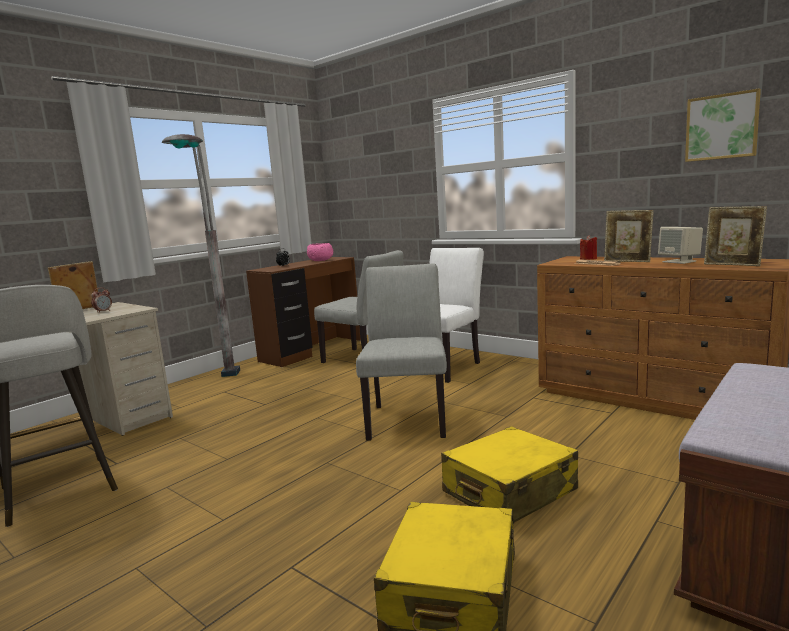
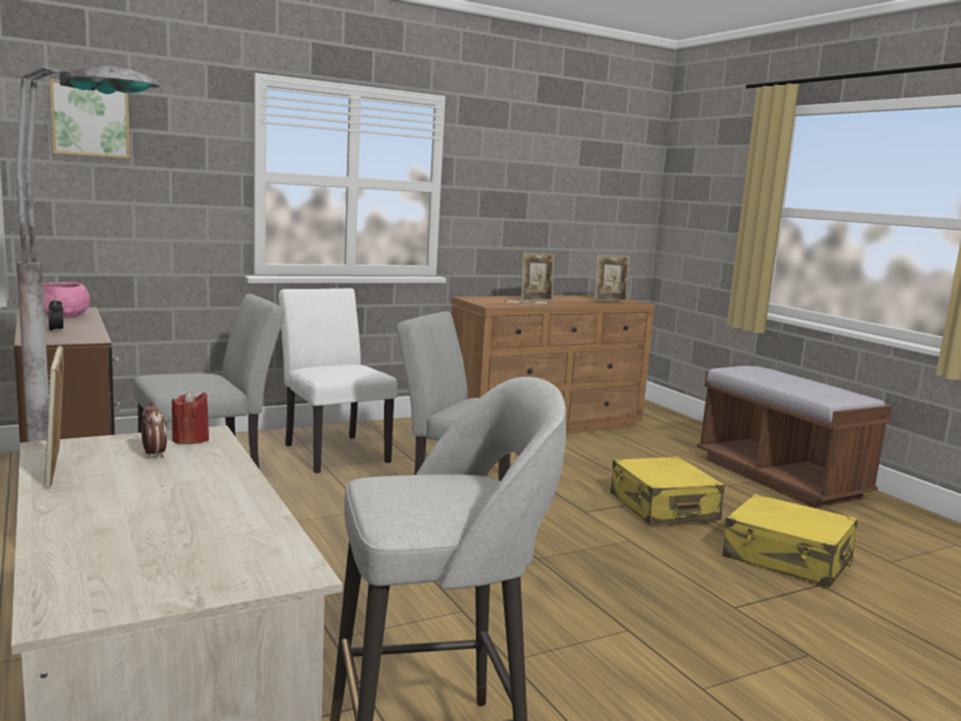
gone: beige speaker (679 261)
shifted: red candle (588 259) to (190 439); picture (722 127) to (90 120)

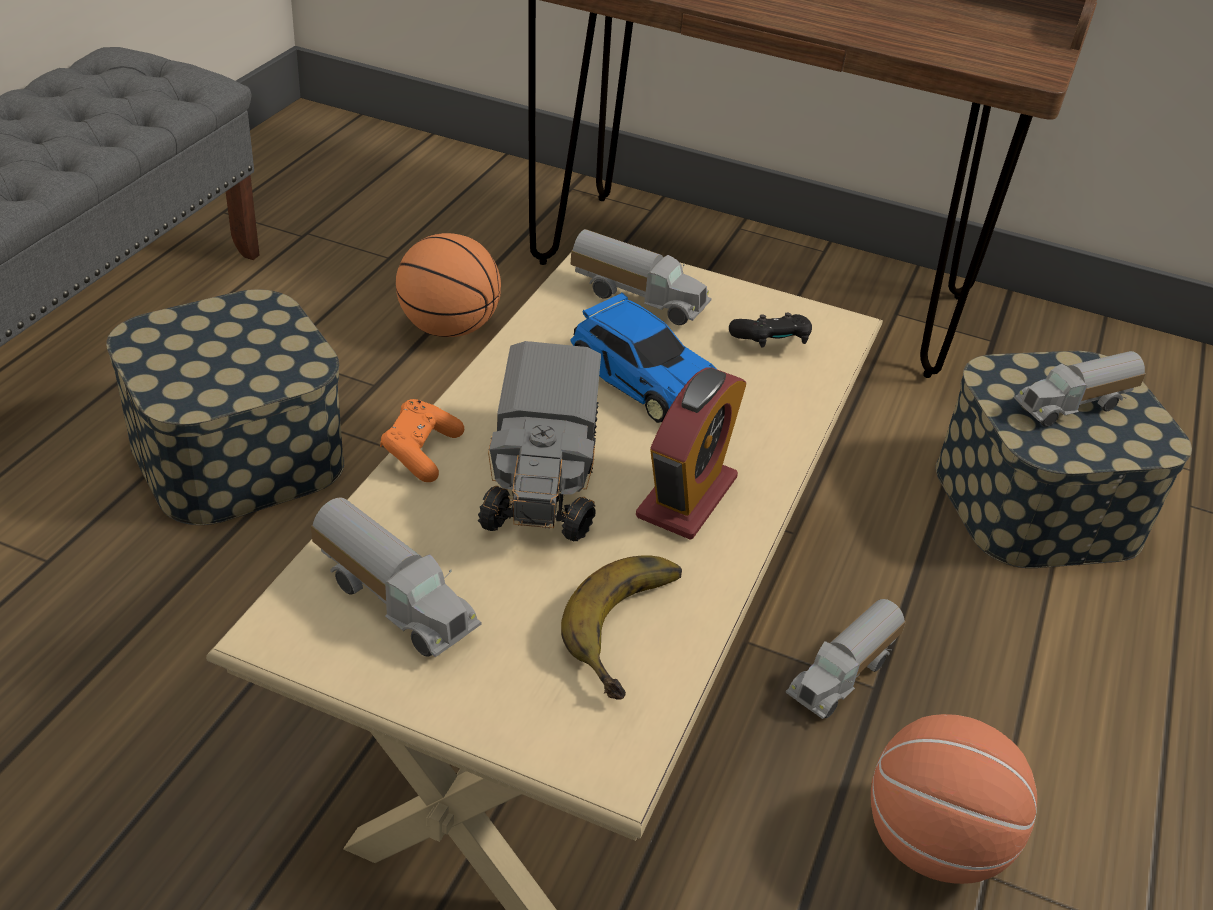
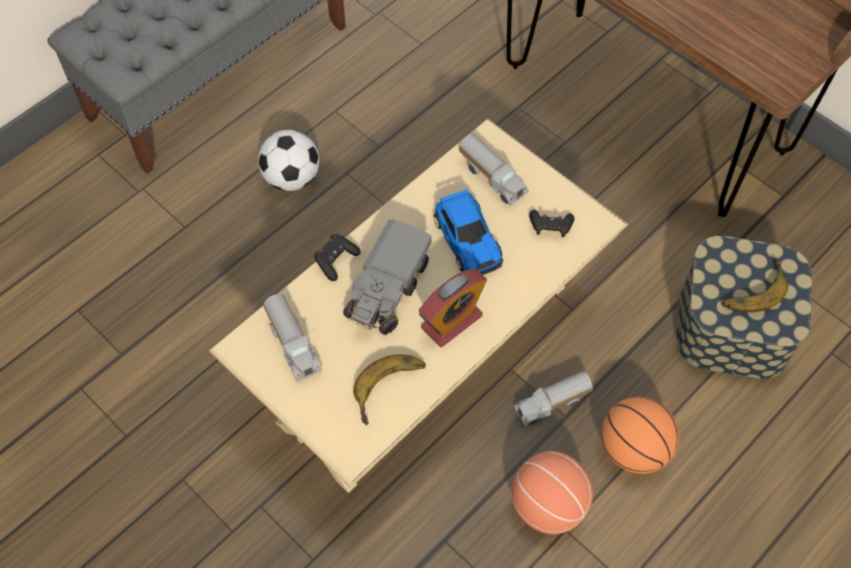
shifted: basketball (448 328) to (633 449)
swapped: storage box (237 451) to football (292 178); toy truck (1073 407) to banana (751 288)
repainted: orange game controller (421 452) to black game controller (336 260)

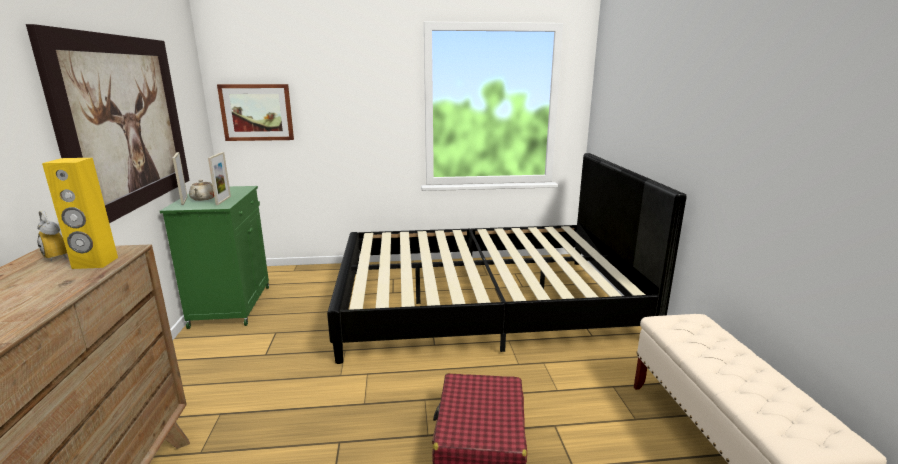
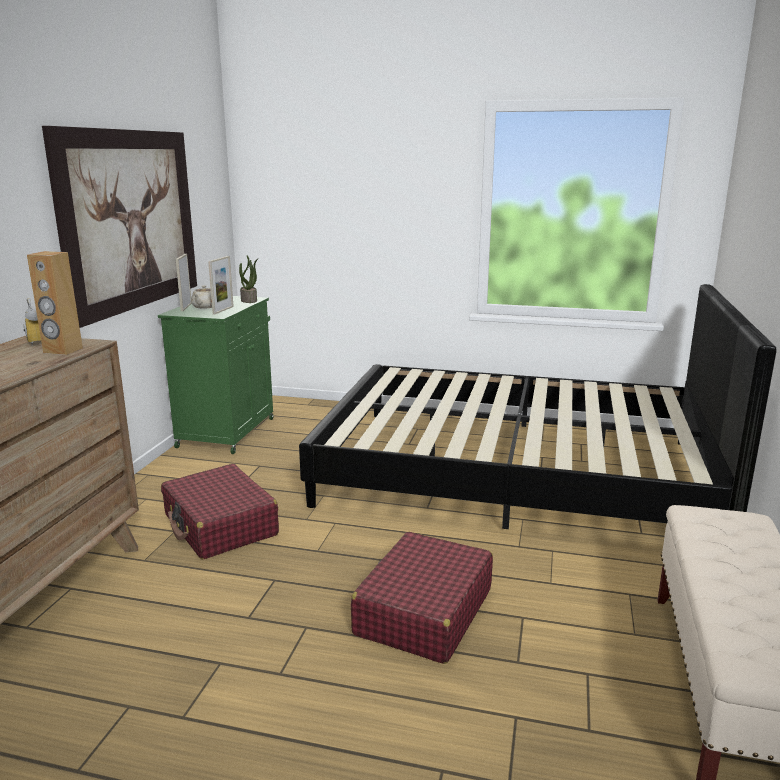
gone: picture (257 112)
new: red suitcase (220 525); potted plant (249 300)
repainted: yellow speaker (95 263) to brown speaker (62 350)

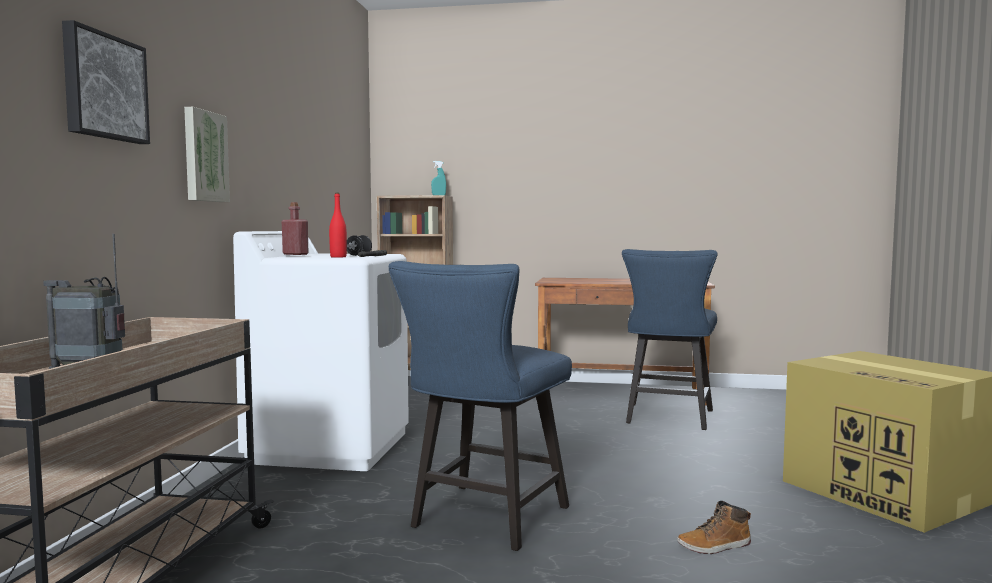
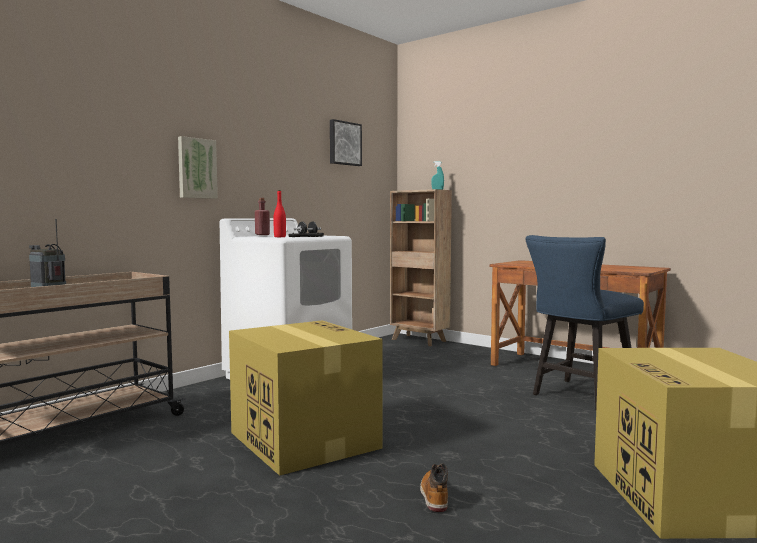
shifted: picture (103 87) to (344 143)
swapped: blue chair (484 520) to cardboard box (302 439)
rotated: boot (714 546) = (434 496) 75 degrees clockwise

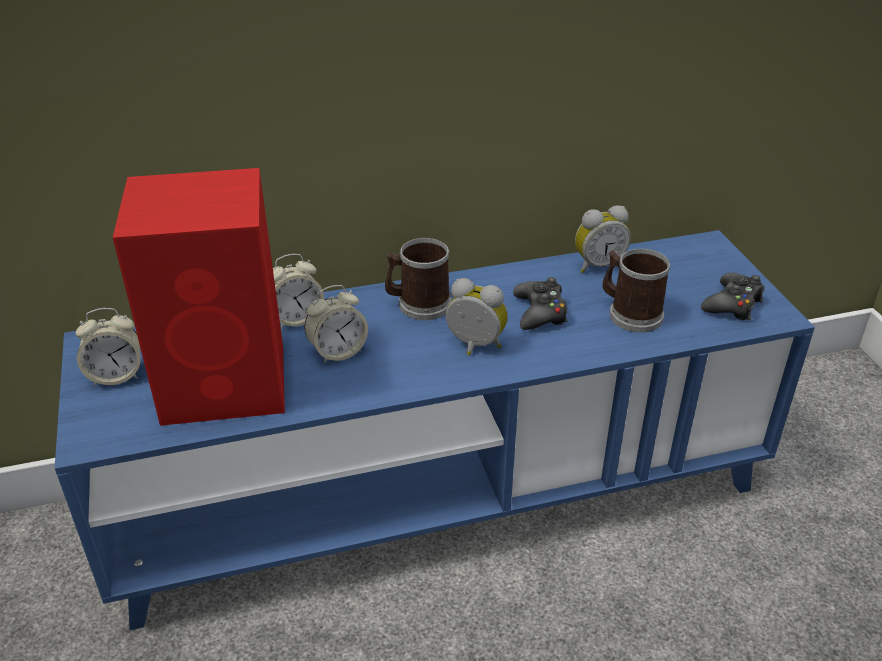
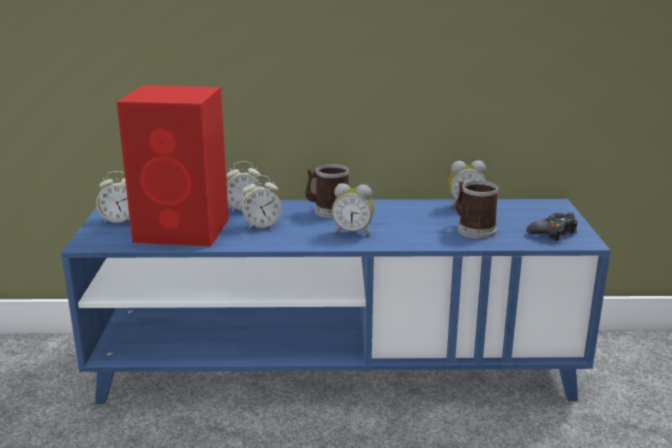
gone: black game controller (540 313)
rotated: alarm clock (474 347) = (353 232) 150 degrees clockwise

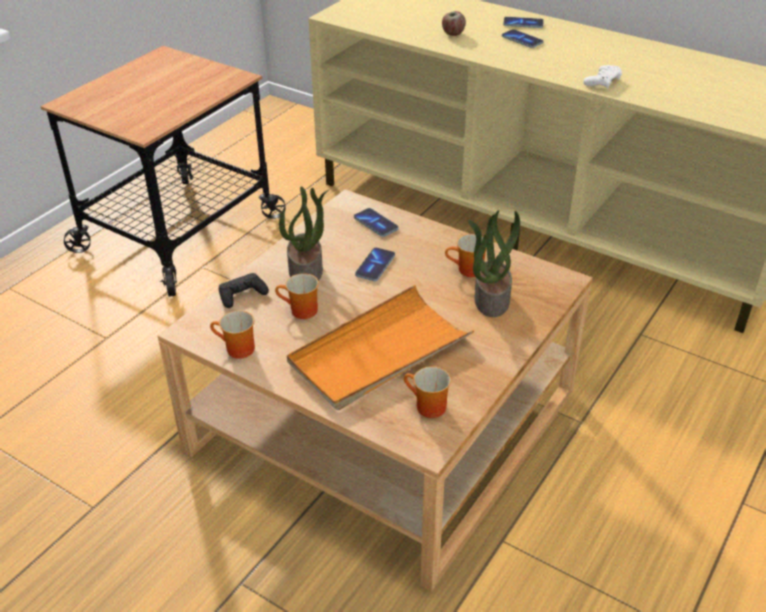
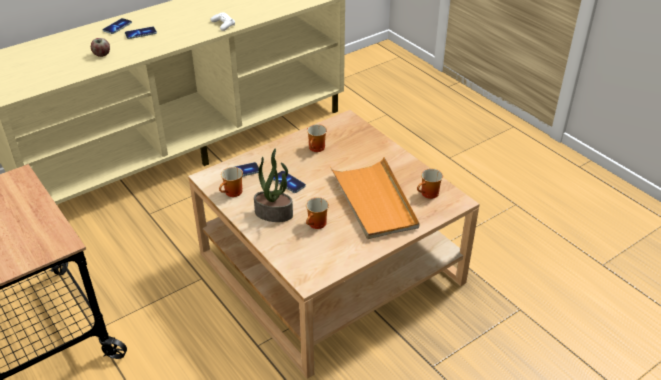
gone: black game controller (242 295); potted plant (491 298)
shifted: mug (236 350) to (233 193)

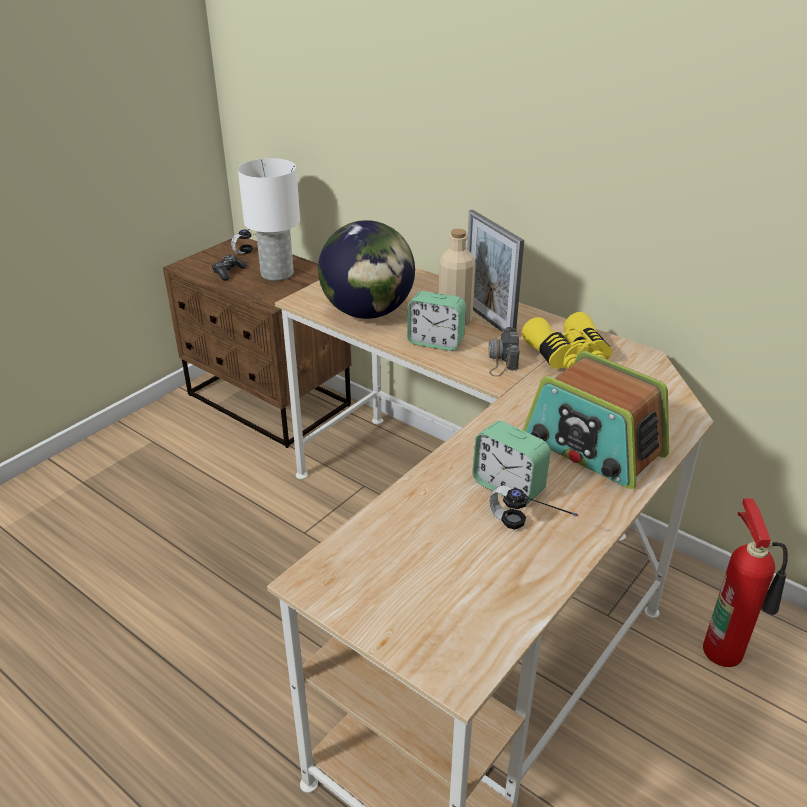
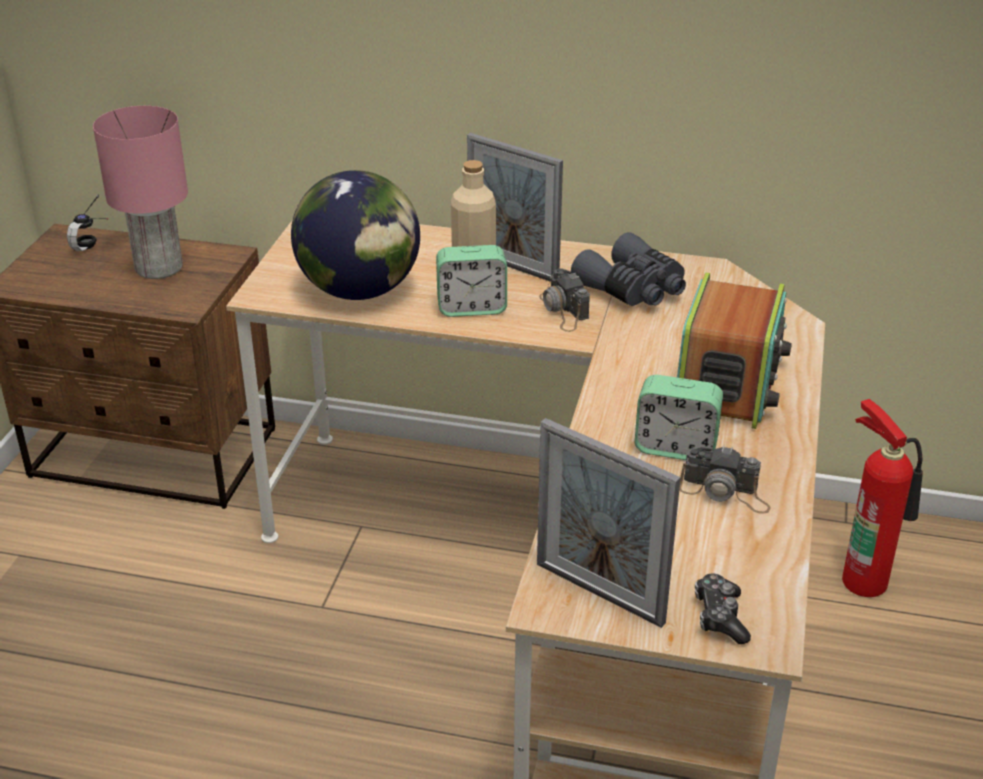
new: picture frame (599 593)
shifted: game controller (228 272) to (720 617)
swapped: headphones (521 535) to photo camera (725 492)
repainted: white table lamp (277 273) to pink table lamp (159 267); yellow binoculars (568 357) to grey binoculars (633 289)
rotated: radio (592 447) = (729 382) 90 degrees counterclockwise

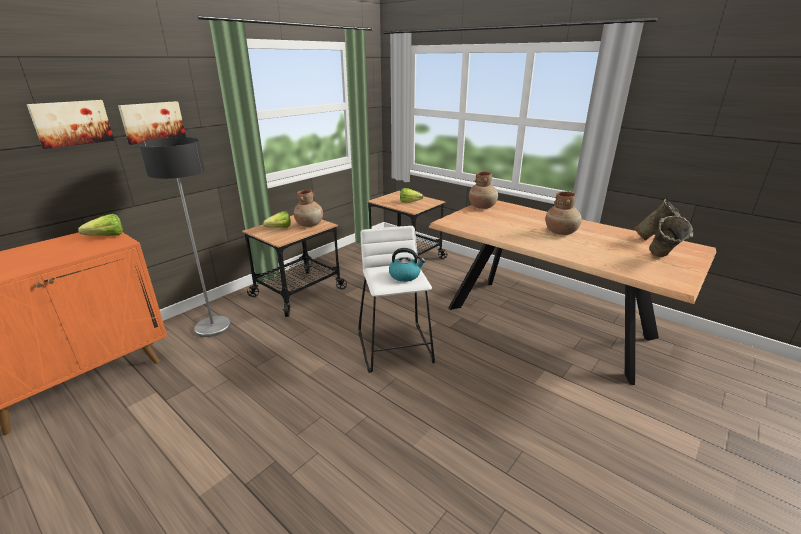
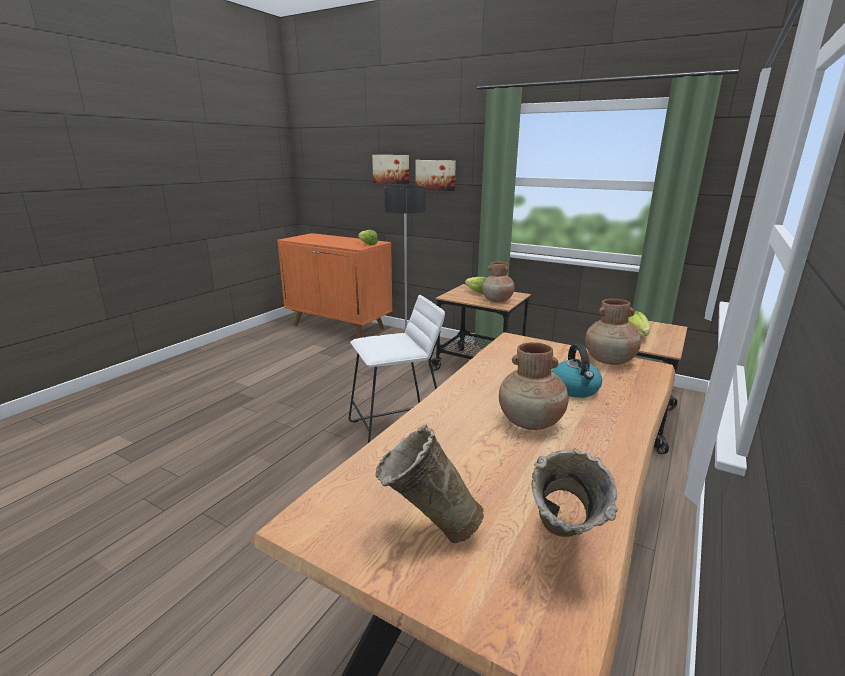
shifted: kettle (405 275) to (575 389)

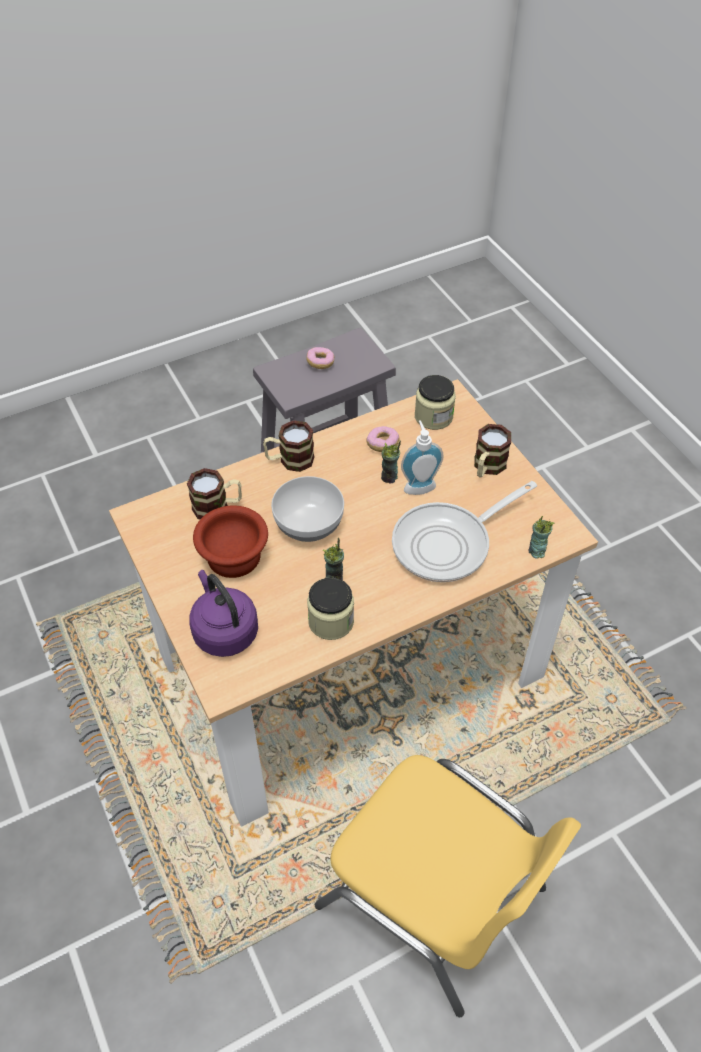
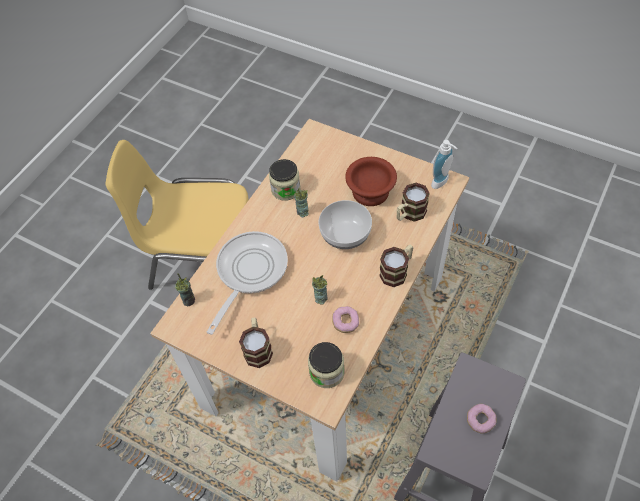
gone: purple kettle (224 631)
shifted: soap dispenser (418 485) to (442 182)

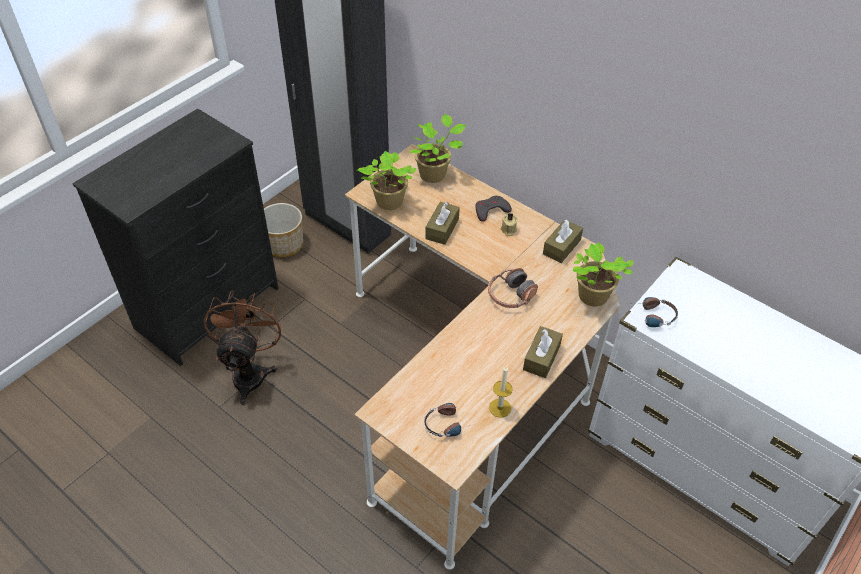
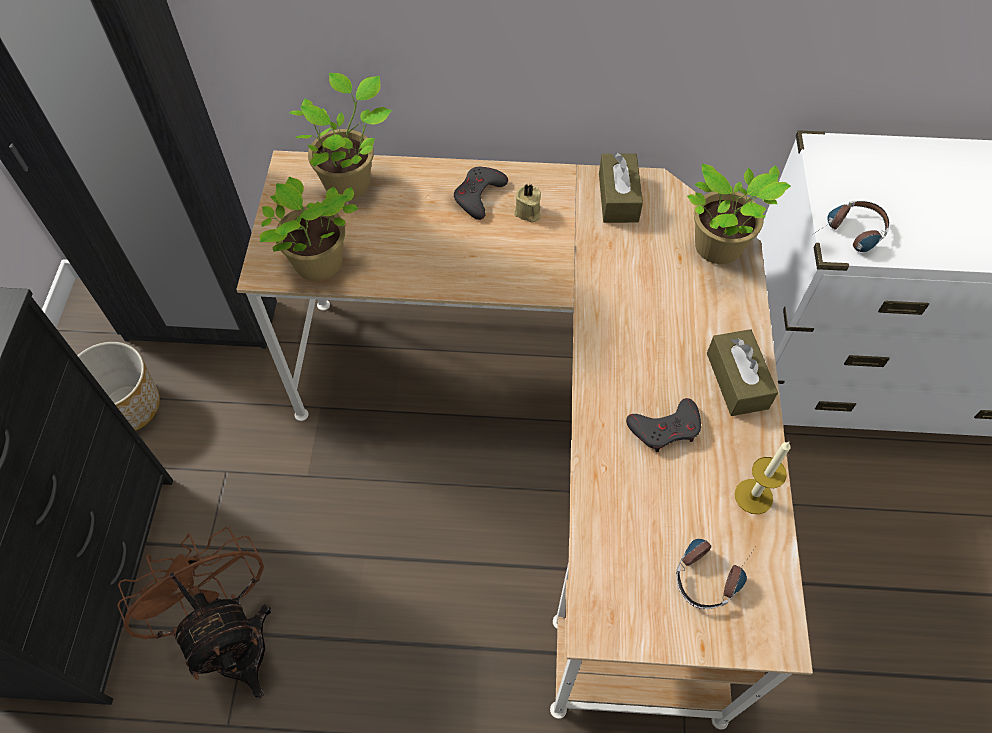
gone: brown tissue box (442 229); headphones (510 295)
new: grey game controller (665 428)

